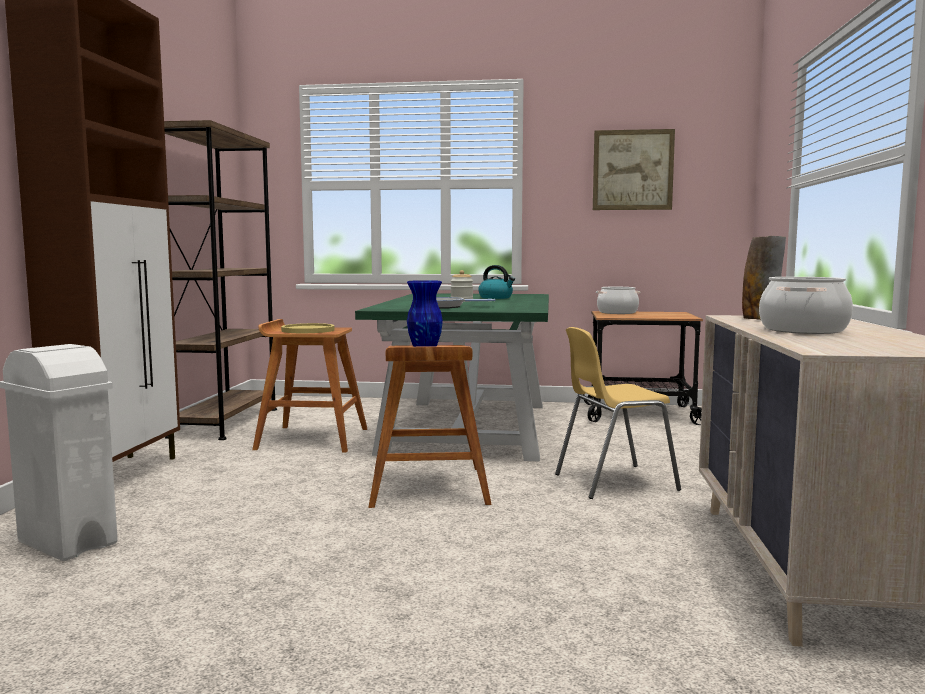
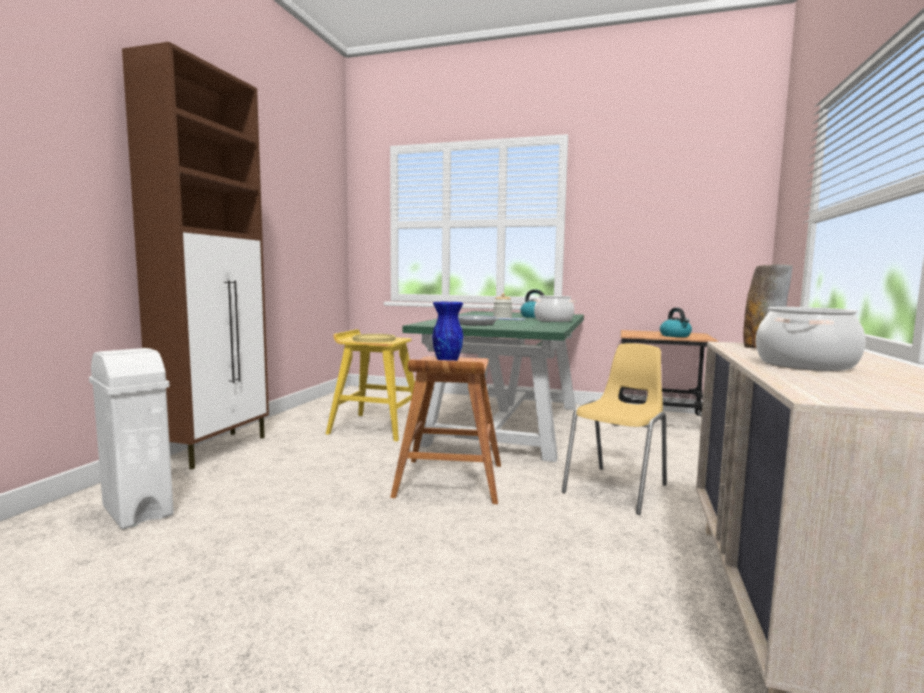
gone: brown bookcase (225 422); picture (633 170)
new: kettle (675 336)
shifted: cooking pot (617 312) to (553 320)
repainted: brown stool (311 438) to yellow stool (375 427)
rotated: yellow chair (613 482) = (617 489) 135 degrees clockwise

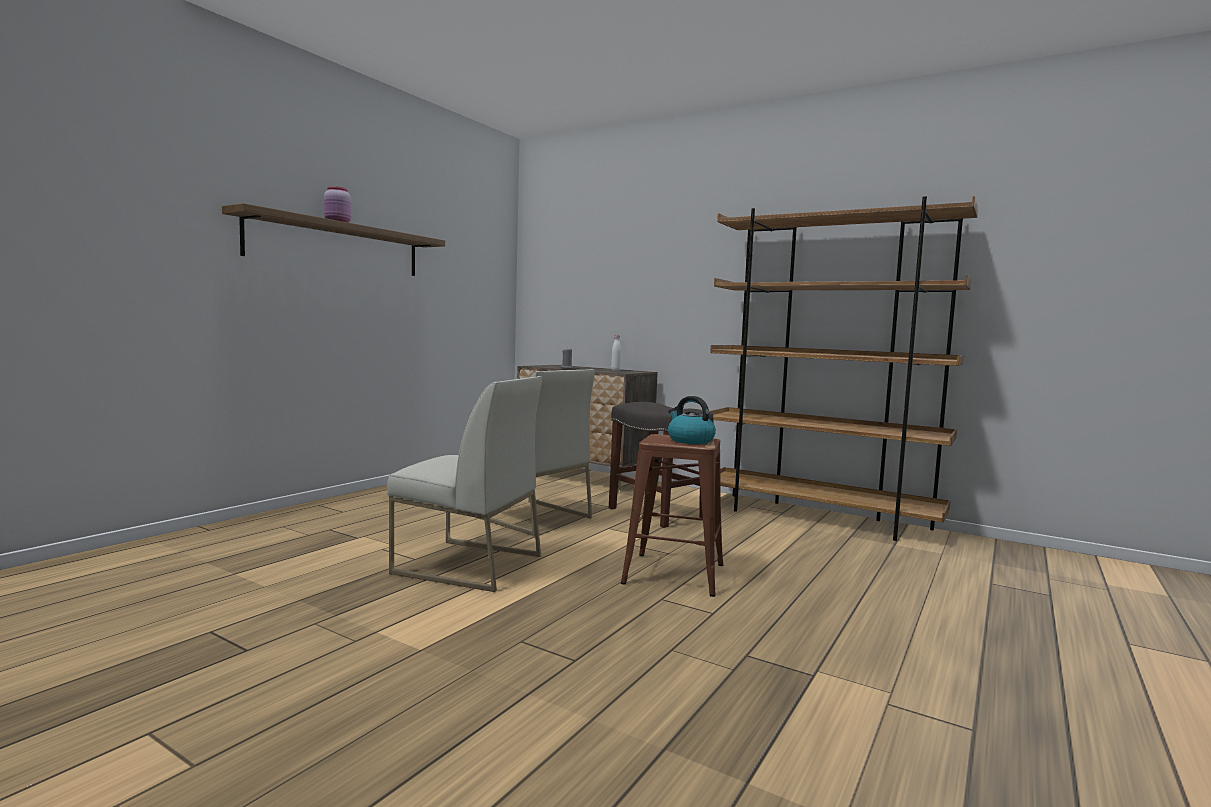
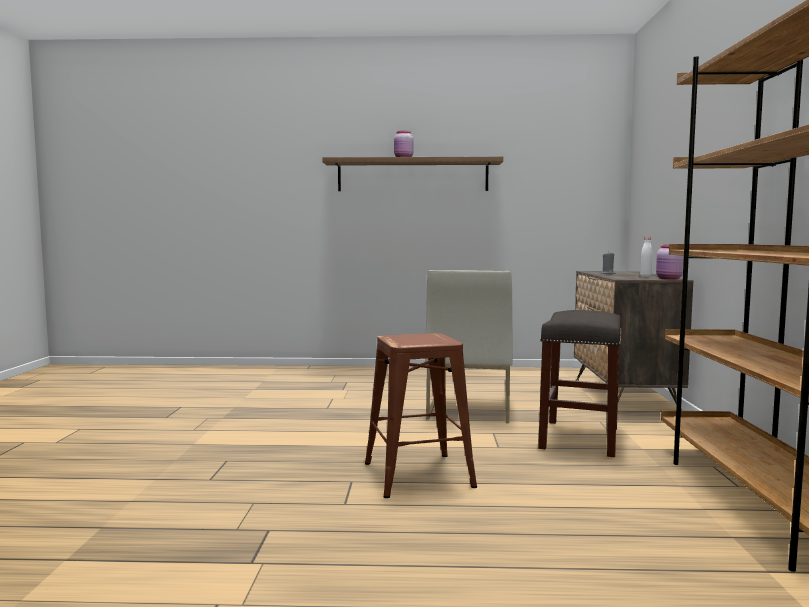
gone: white chair (467 564); kettle (690 440)
new: pink jar (669 279)

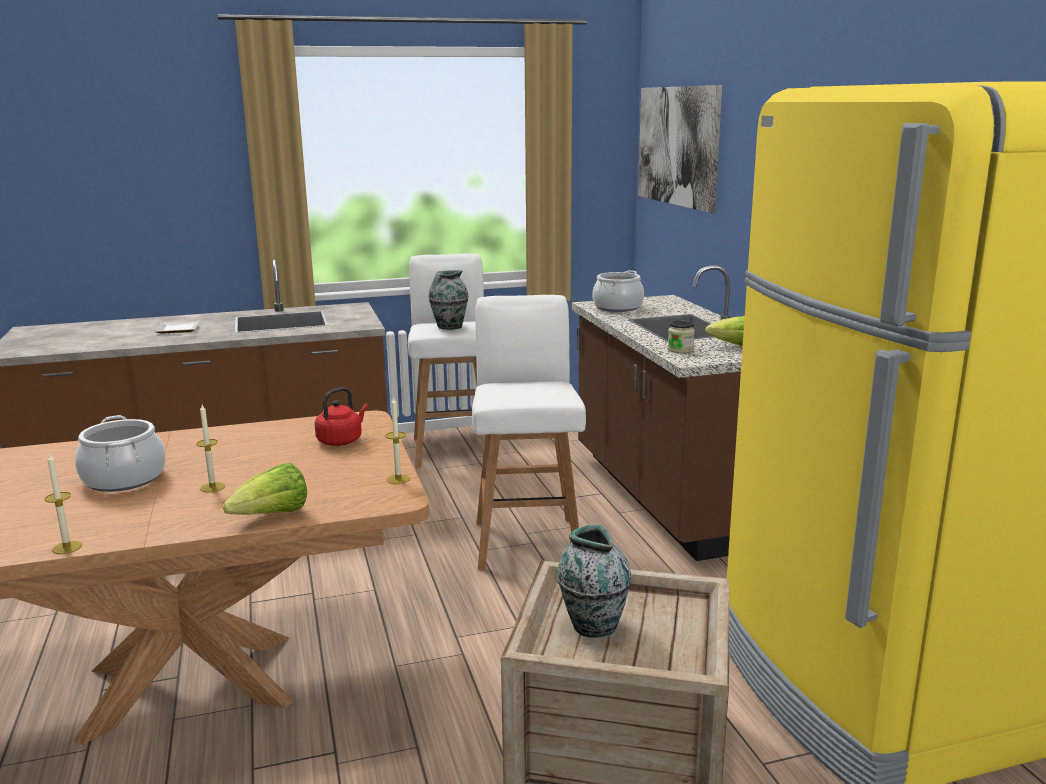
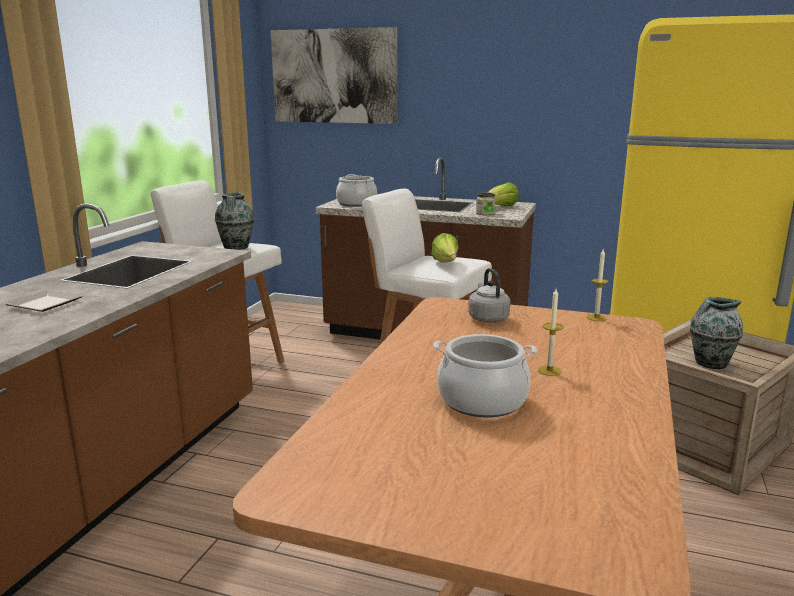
gone: candle (67 547)
shifted: lettuce (272 516) to (446 264)
repainted: red kettle (341 441) to grey kettle (487 318)

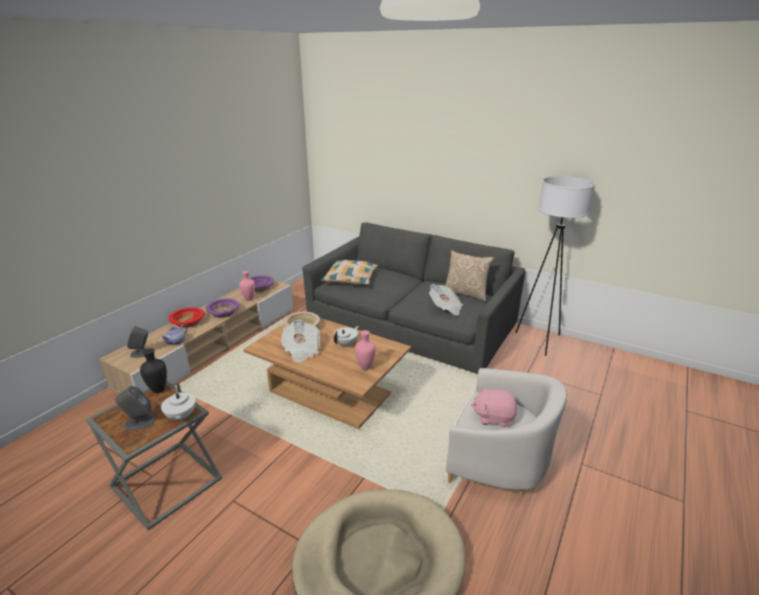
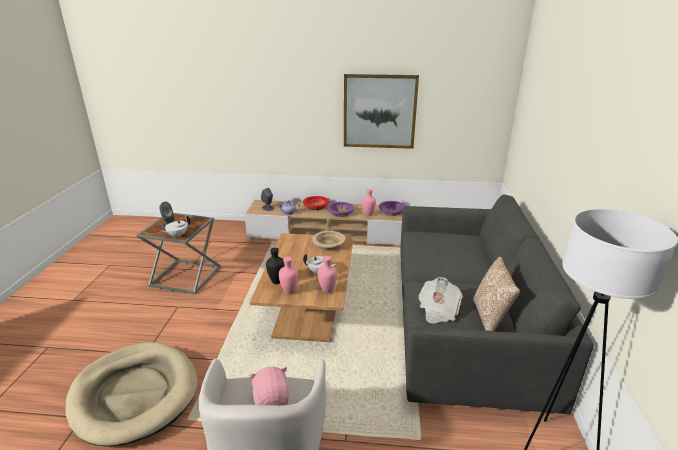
gone: newspaper (301 350); pillow (350 278)
new: pink vase (327 291); picture (379 111)
shifted: black vase (159 390) to (277 282)

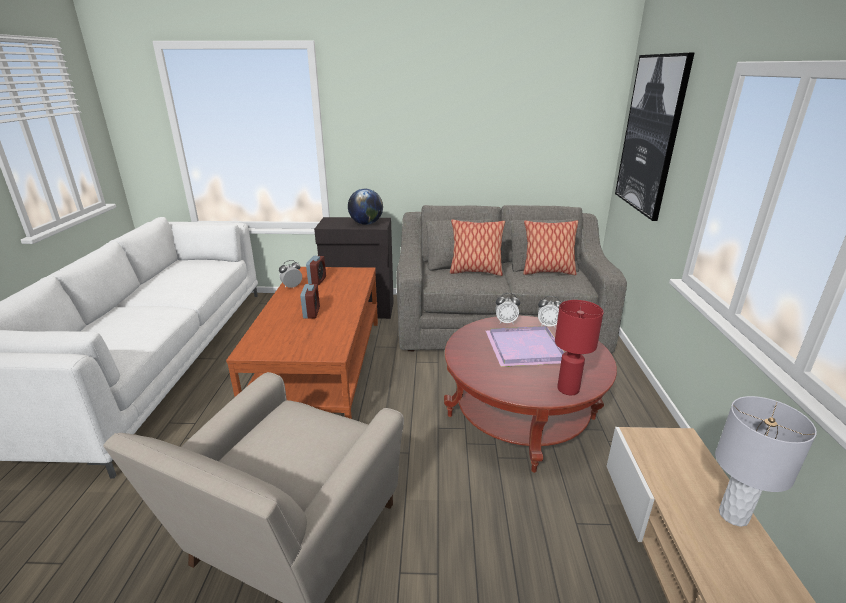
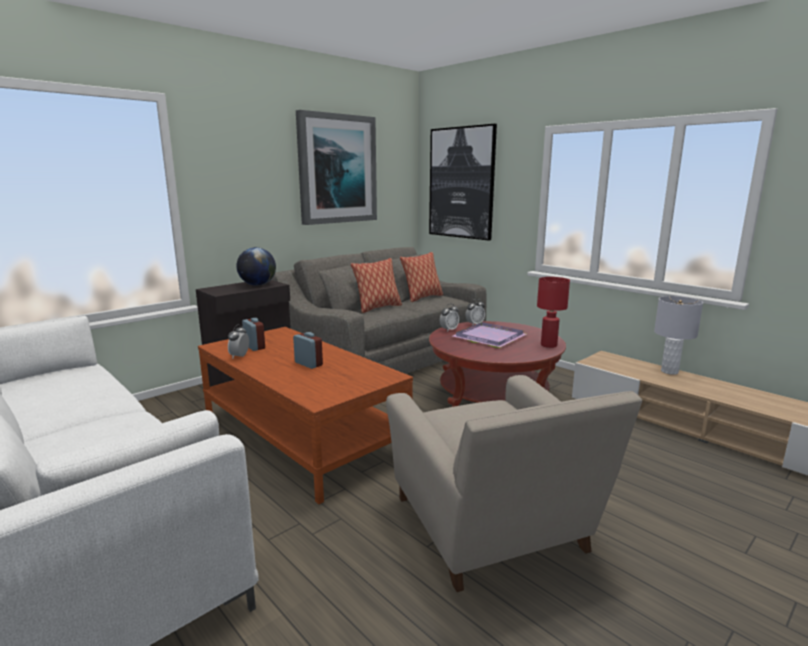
new: picture (337 169)

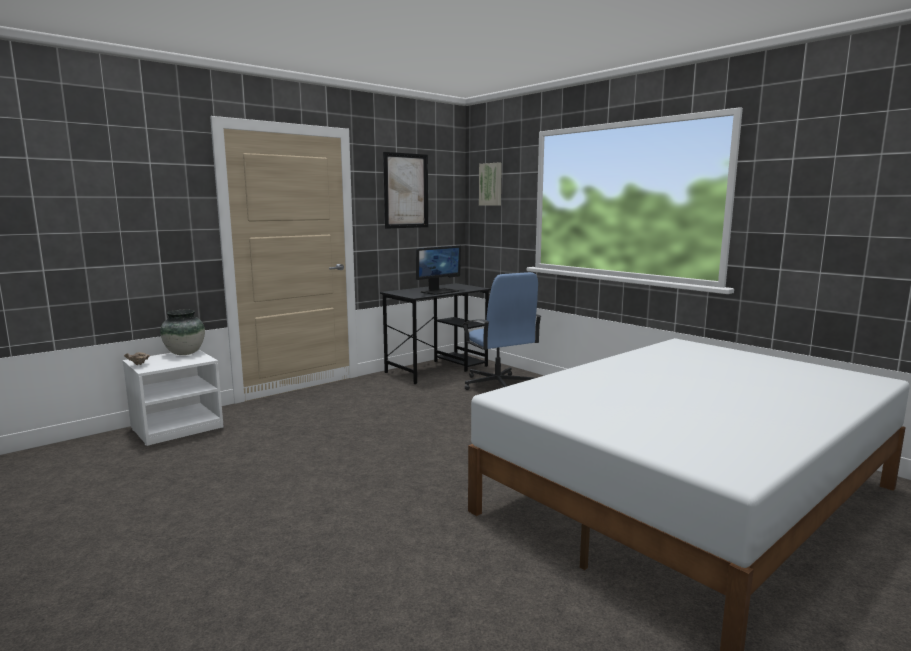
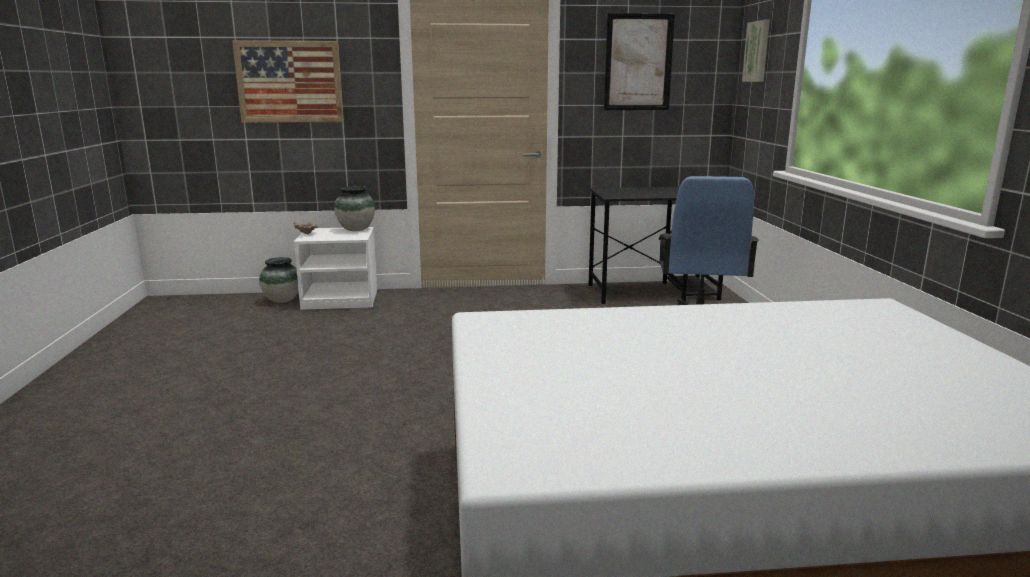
gone: monitor (439 291)
new: picture (289 82); vase (282 300)

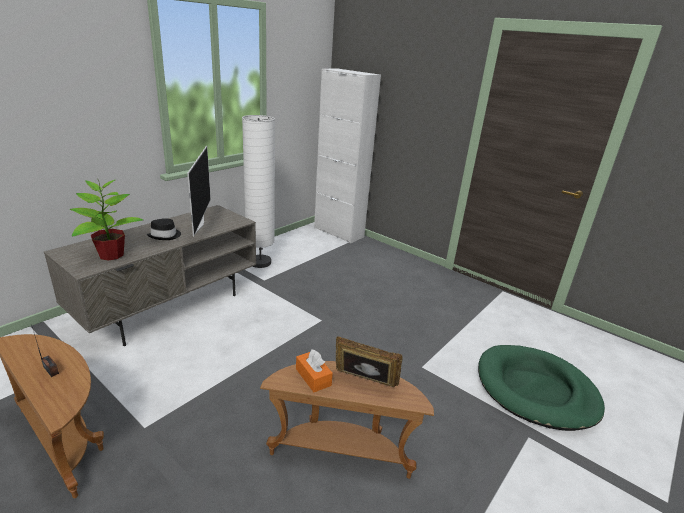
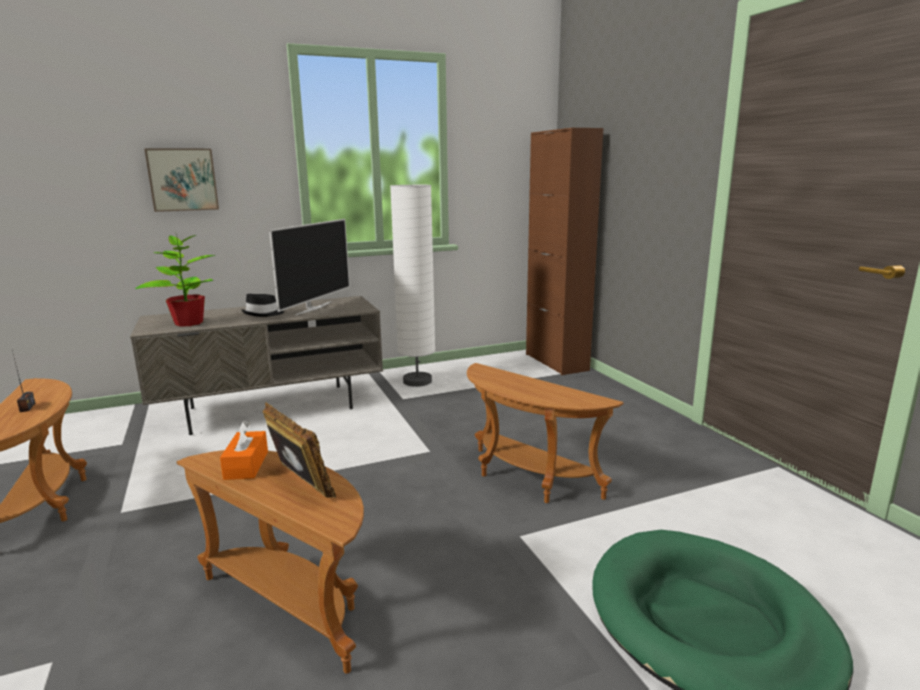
new: picture (183 179); brown side table (526 479)
repainted: white cabinet (338 232) to brown cabinet (556 362)

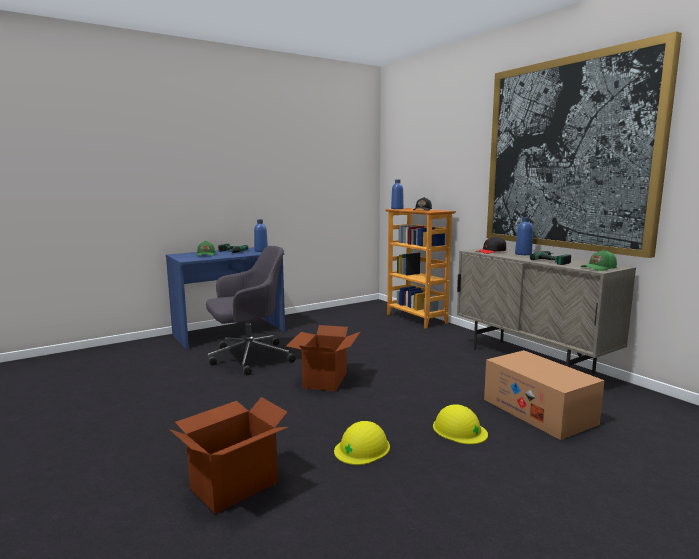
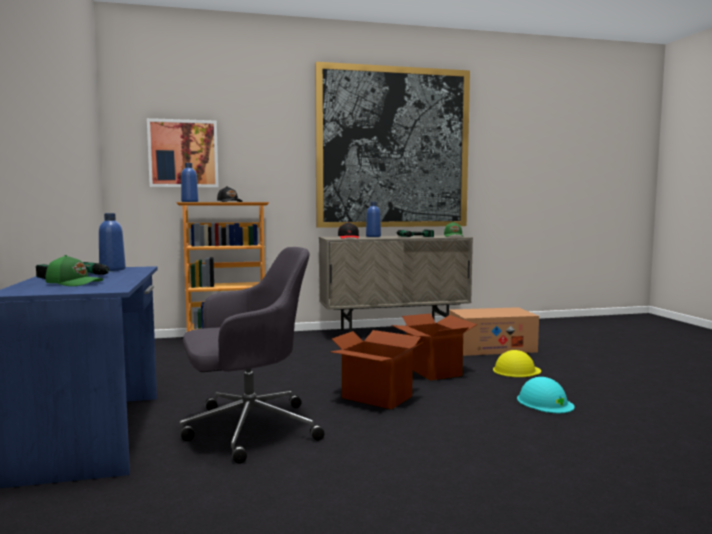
new: picture (183 153)
shifted: cardboard box (233 485) to (432 371)
repainted: yellow hard hat (362 448) to turquoise hard hat (544 402)
rotated: grey office chair (248 357) = (247 429) 75 degrees clockwise

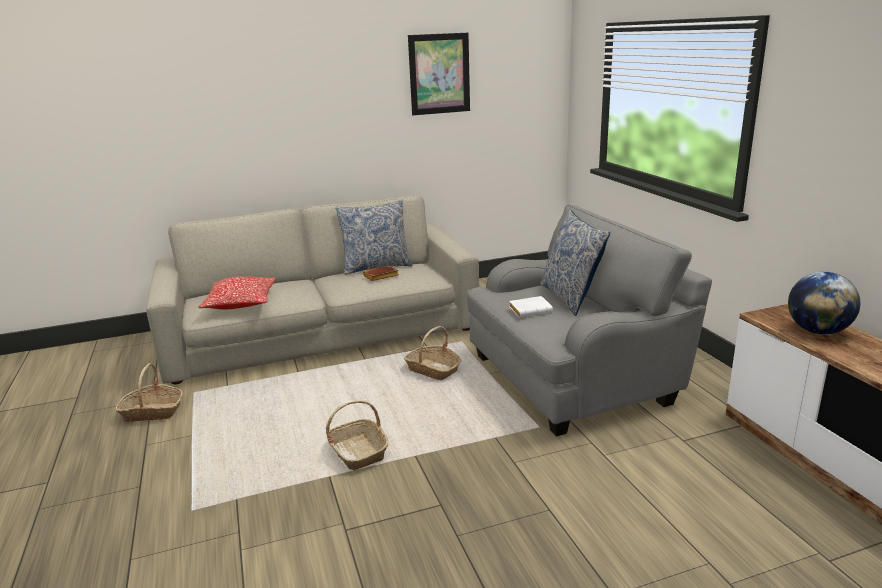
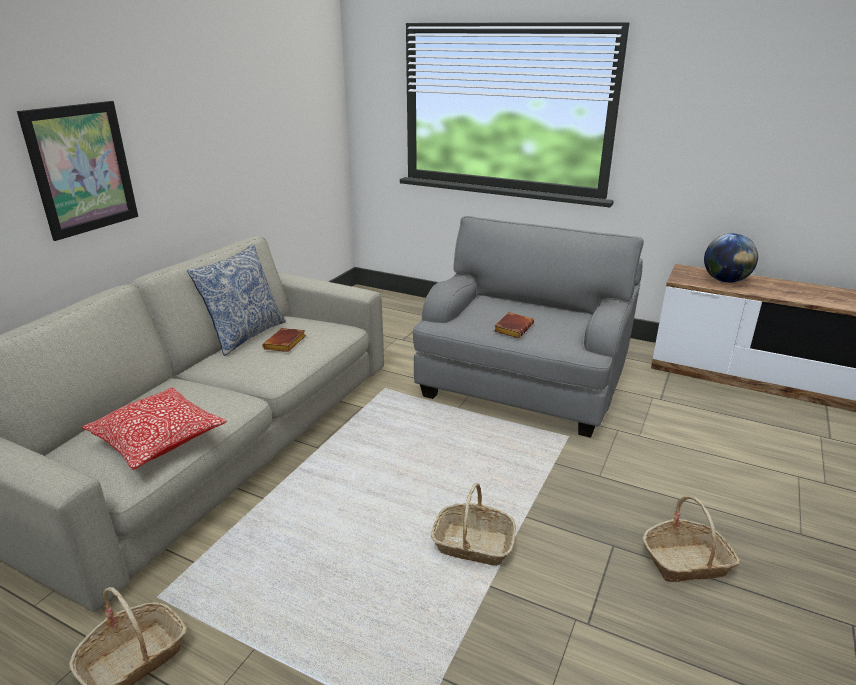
gone: pillow (571 298)
shifted: basket (433 370) to (686 562); picture (439 74) to (82 169)
repainted: white book (531 310) to brown book (512 328)

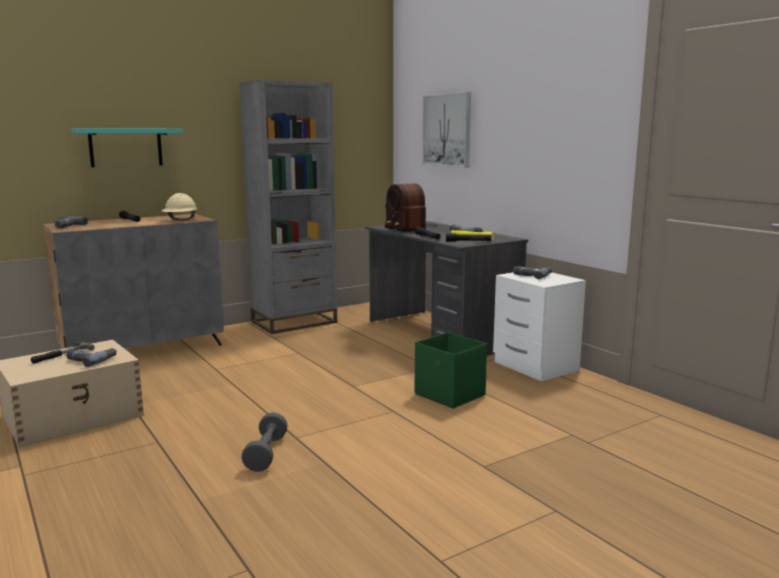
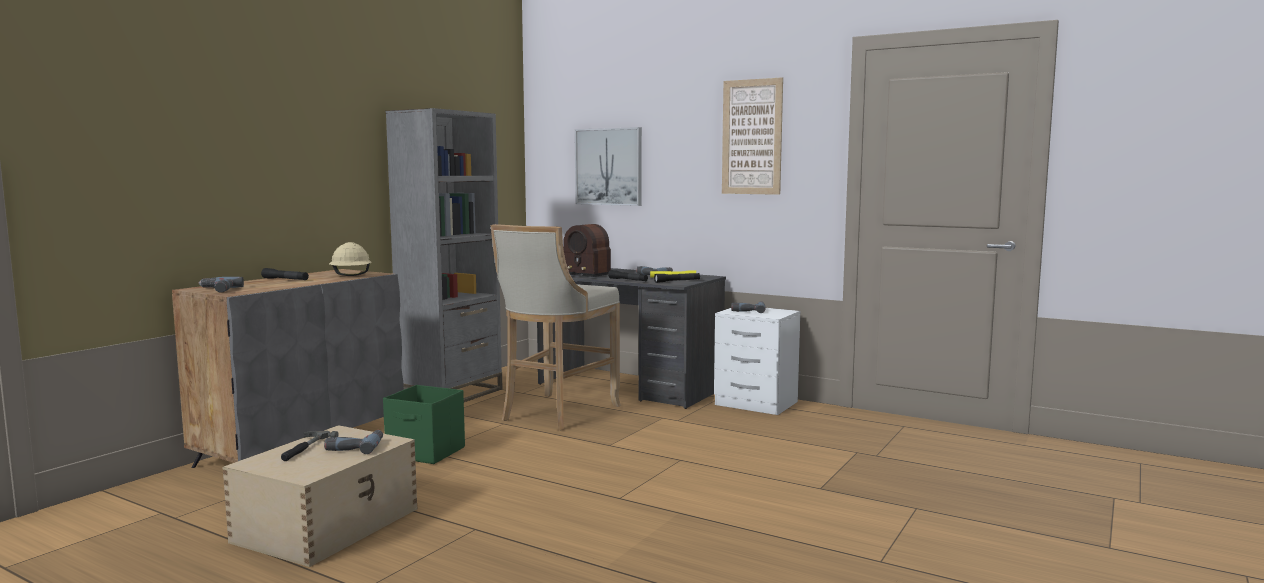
gone: turquoise shelf (126 147); grey dumbbell (266 453)
new: beige stool (556 413); picture (752 137)
shifted: green storage box (450 395) to (426 452)

